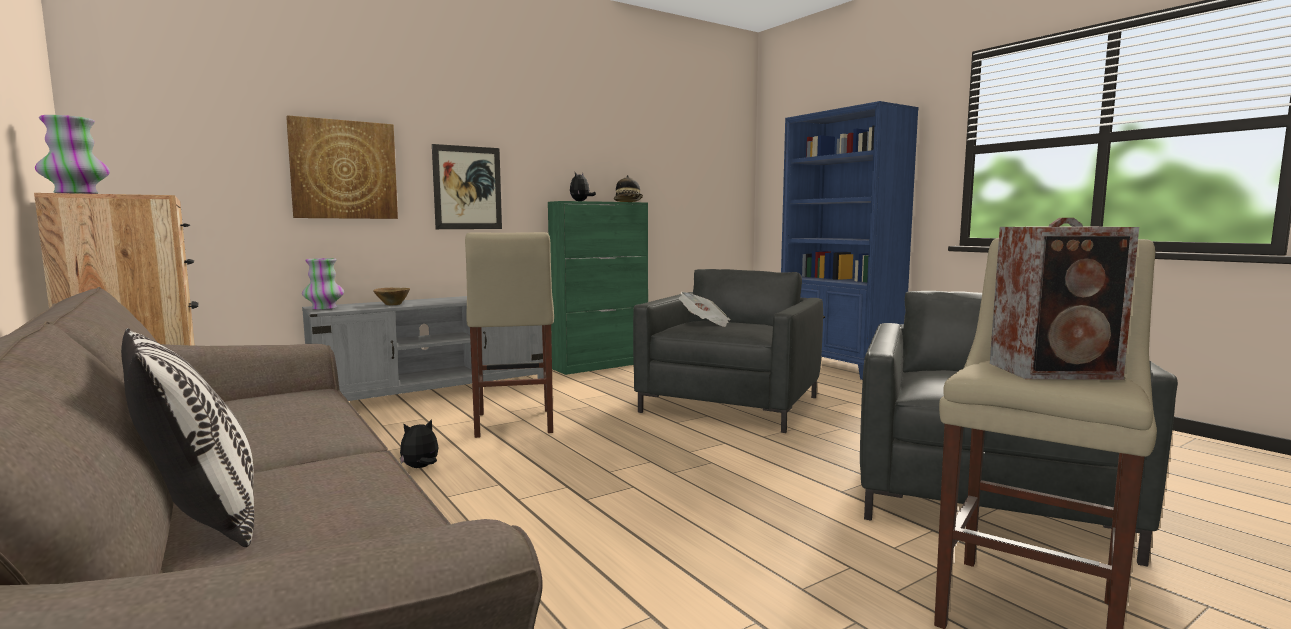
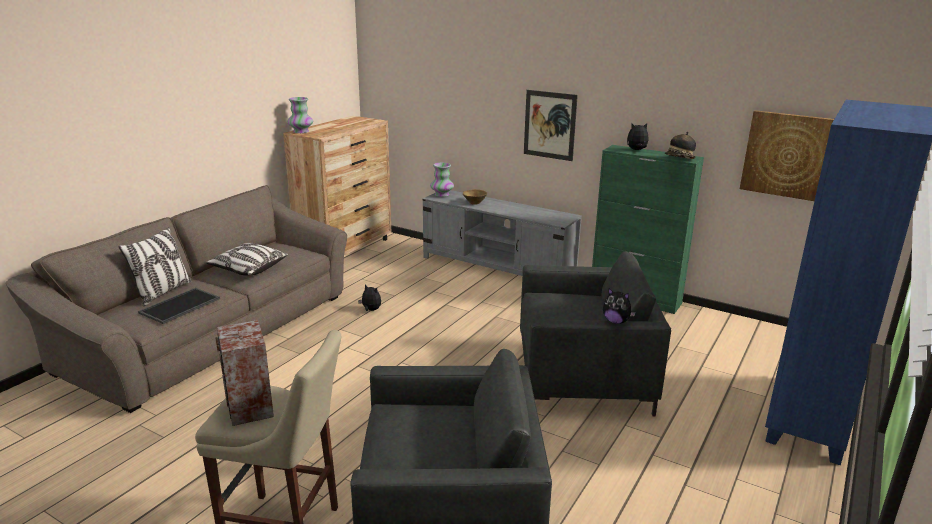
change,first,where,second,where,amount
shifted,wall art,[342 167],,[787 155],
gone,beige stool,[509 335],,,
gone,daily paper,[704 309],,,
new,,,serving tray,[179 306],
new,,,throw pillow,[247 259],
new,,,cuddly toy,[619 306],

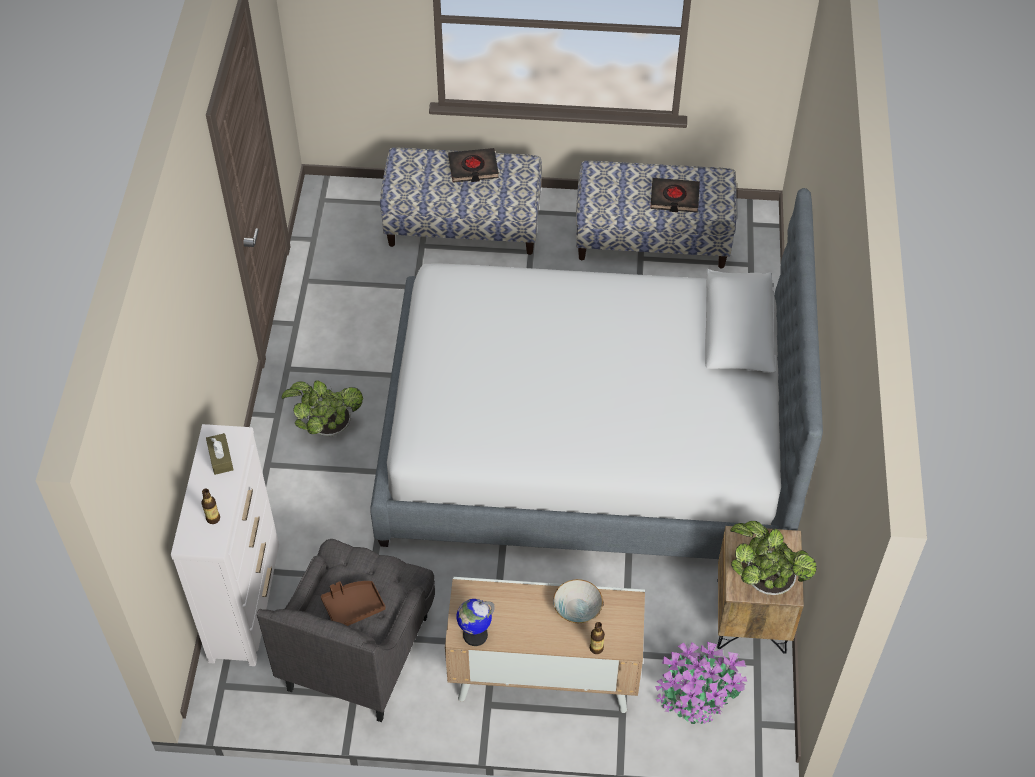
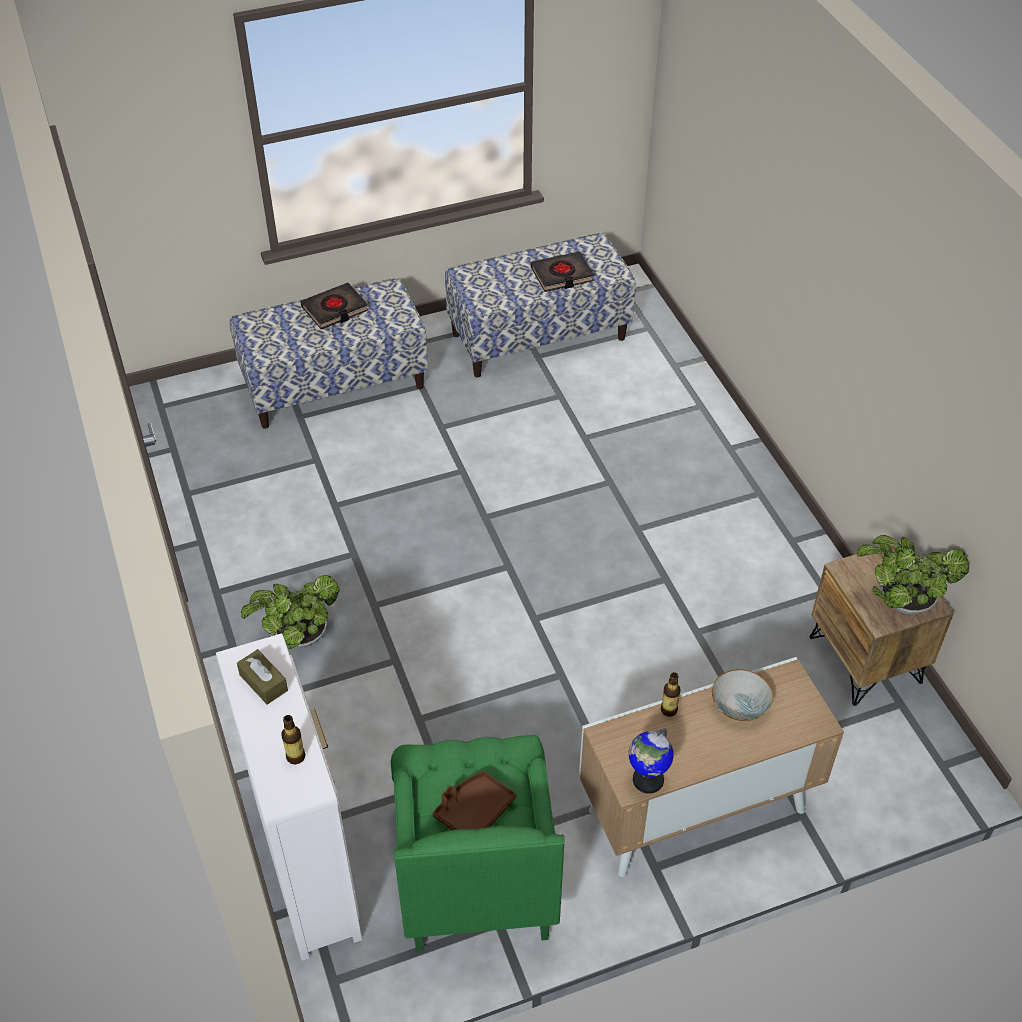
change,first,where,second,where,amount
repainted,greyish easy chair,[346 630],greenish easy chair,[478 843],
gone,bed,[596 373],,,
shifted,beverage bottle,[597 638],,[671 694],
gone,plant in a pot,[701 683],,,

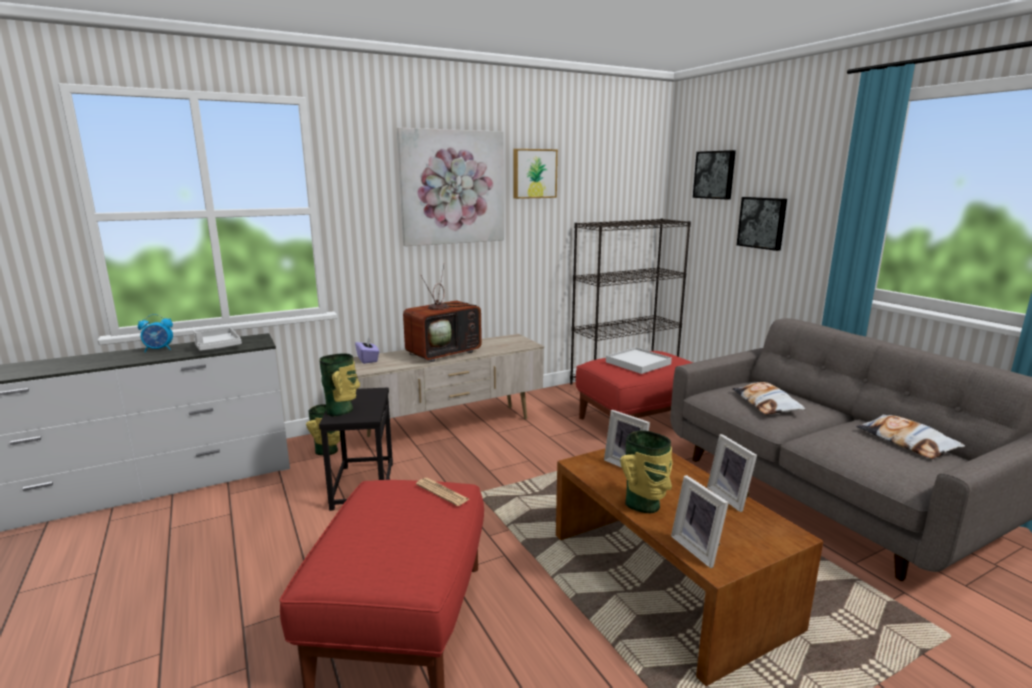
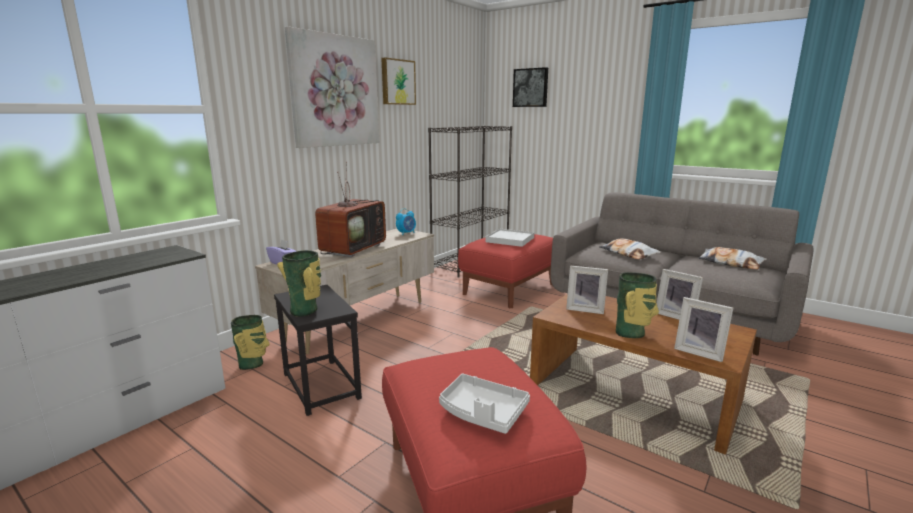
change,first,where,second,where,amount
shifted,alarm clock,[155 333],,[406 222],
shifted,greyish serving tray,[217 339],,[484 404],
gone,daily paper,[442 492],,,
gone,wall art,[762 224],,,

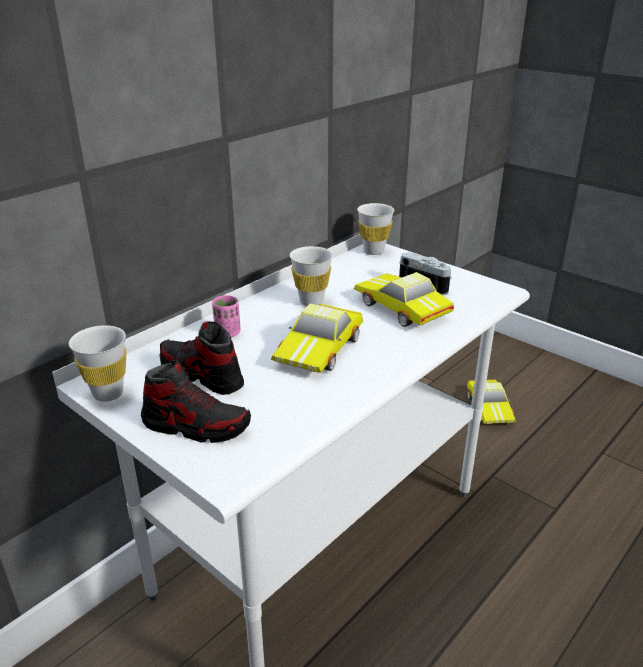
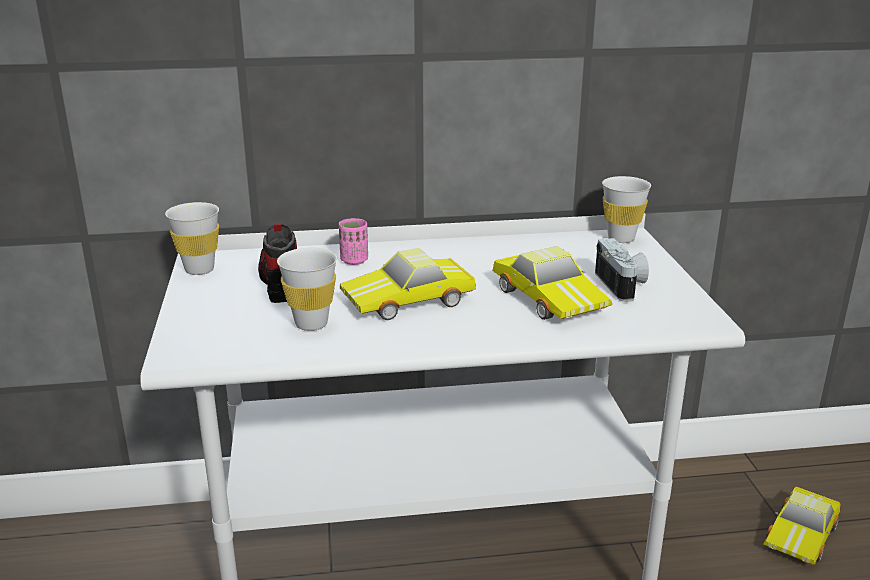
change,first,where,second,where,amount
gone,shoe,[196 401],,,
shifted,white cup,[311 276],,[307 289],
rotated,toy car,[404 299],,[552 283],150 degrees clockwise

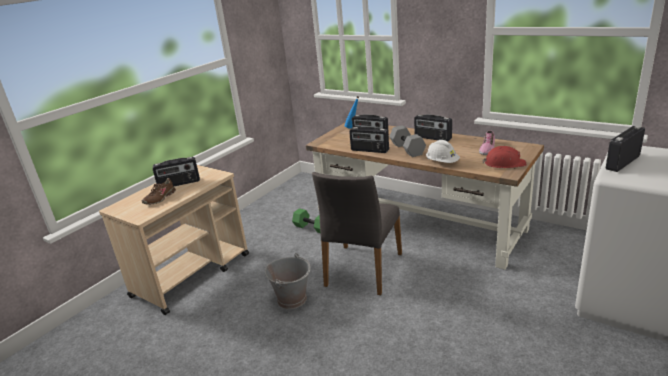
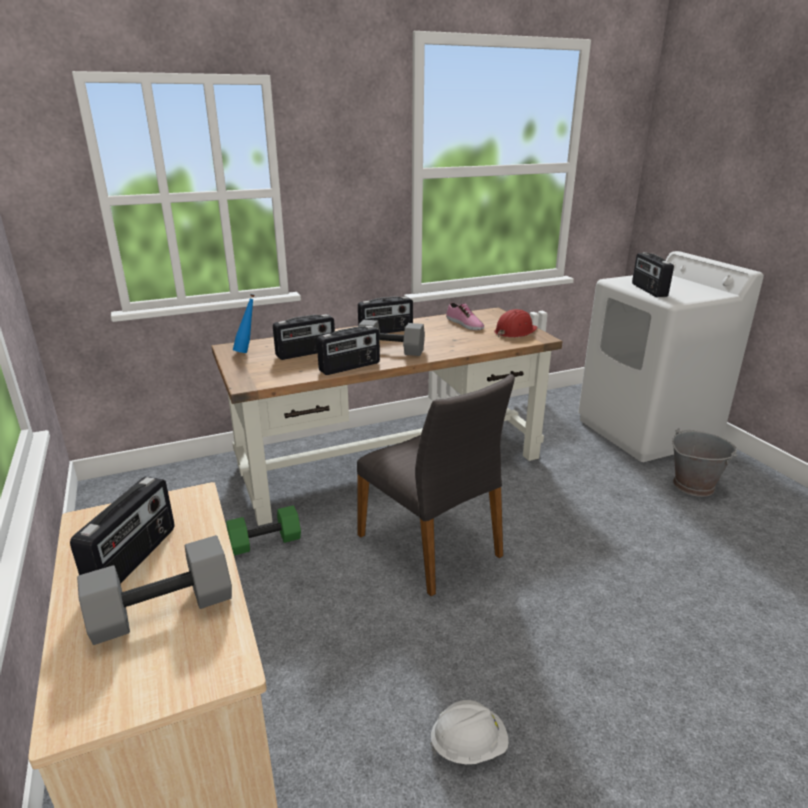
change,first,where,second,where,amount
swapped,brown shoe,[159 191],greyish hand weight,[154 590],
shifted,greyish pail,[288 281],,[704 462],
shifted,white safety helmet,[443 151],,[469 732],

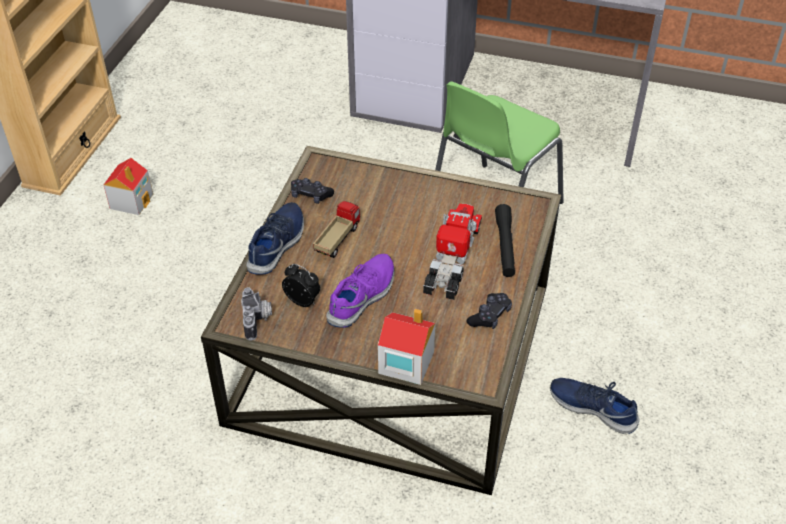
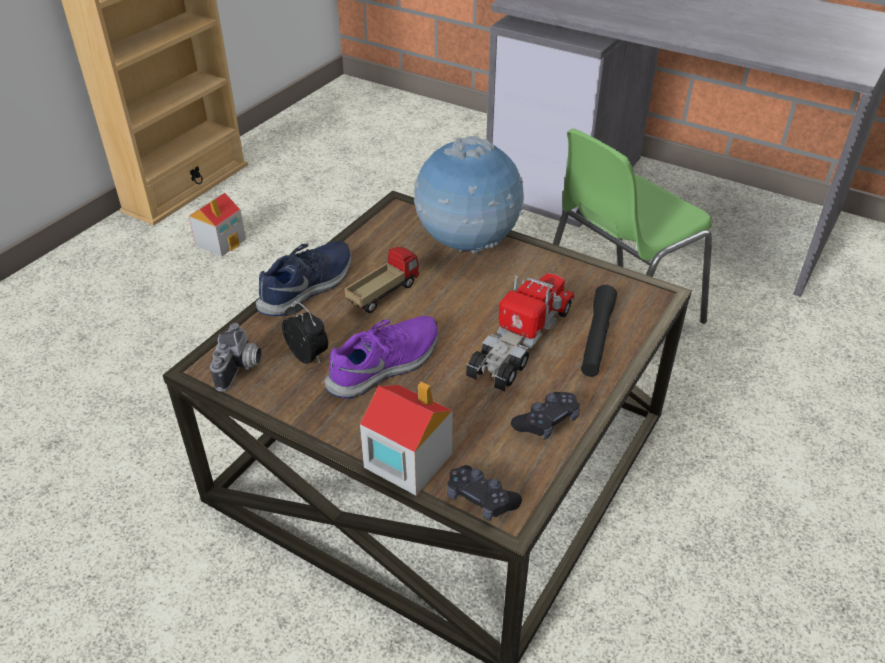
change,first,where,second,where,amount
shifted,black game controller,[312 191],,[484 493],
gone,blue shoe,[594 406],,,
new,,,globe,[469 195],

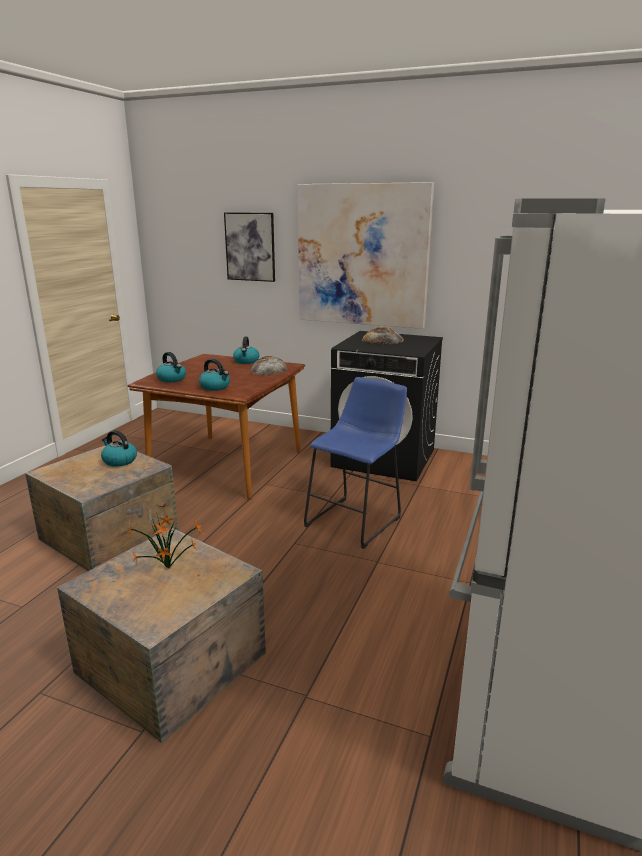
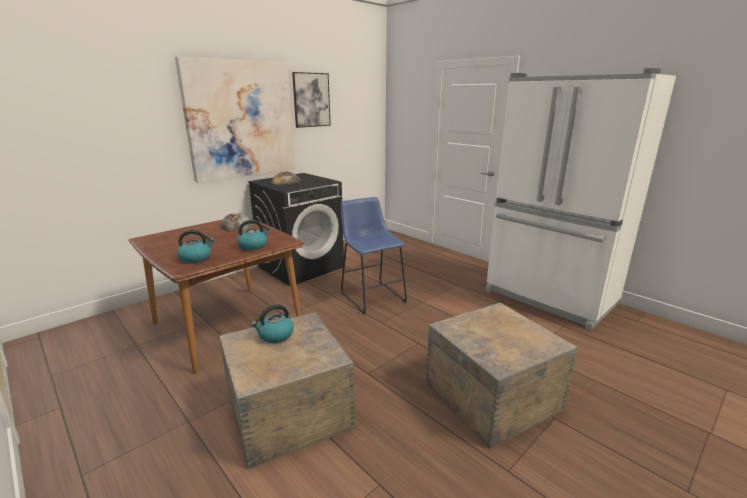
change,first,where,second,where,amount
gone,plant in a pot,[165 536],,,
shifted,wall art,[249 247],,[311 100],
gone,tea kettle,[246 350],,,

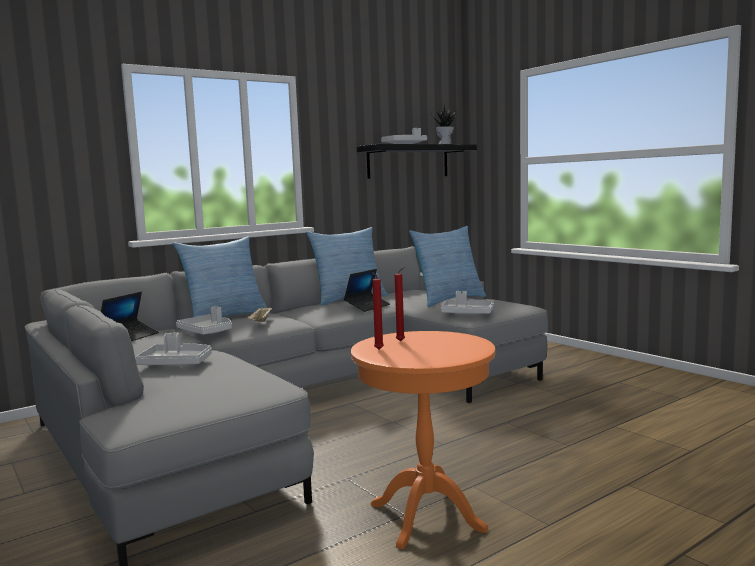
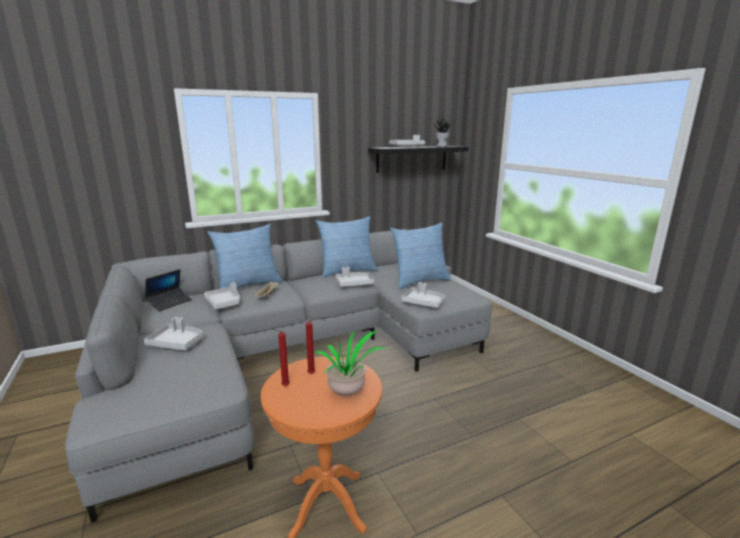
change,first,where,second,where,amount
swapped,portable computer,[367 290],greyish serving tray,[354 277],
new,,,plant in a pot,[349 362],

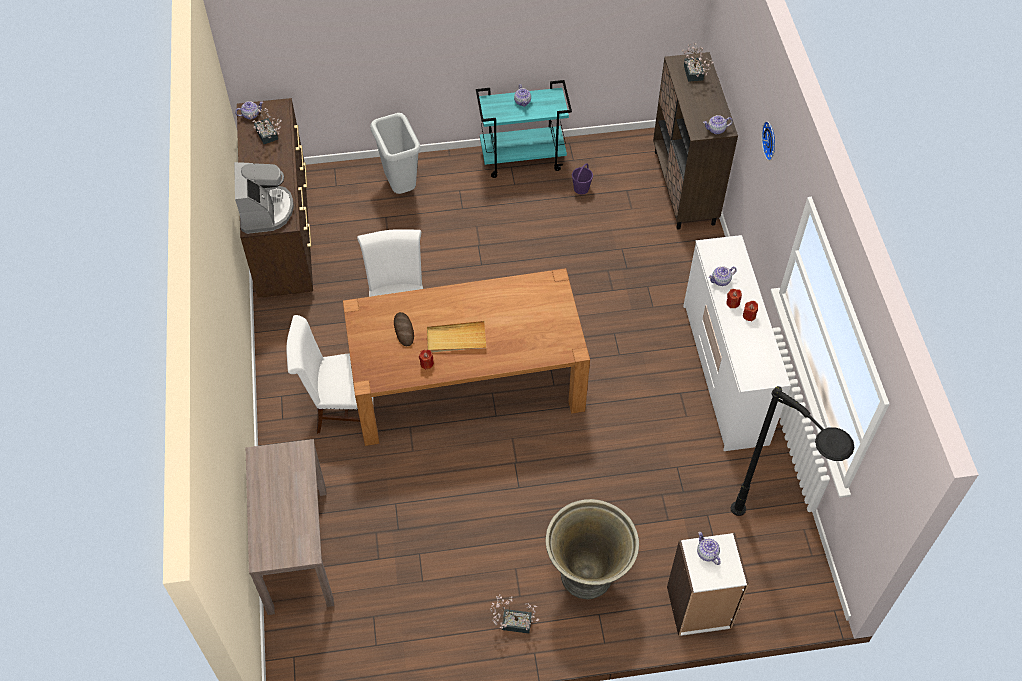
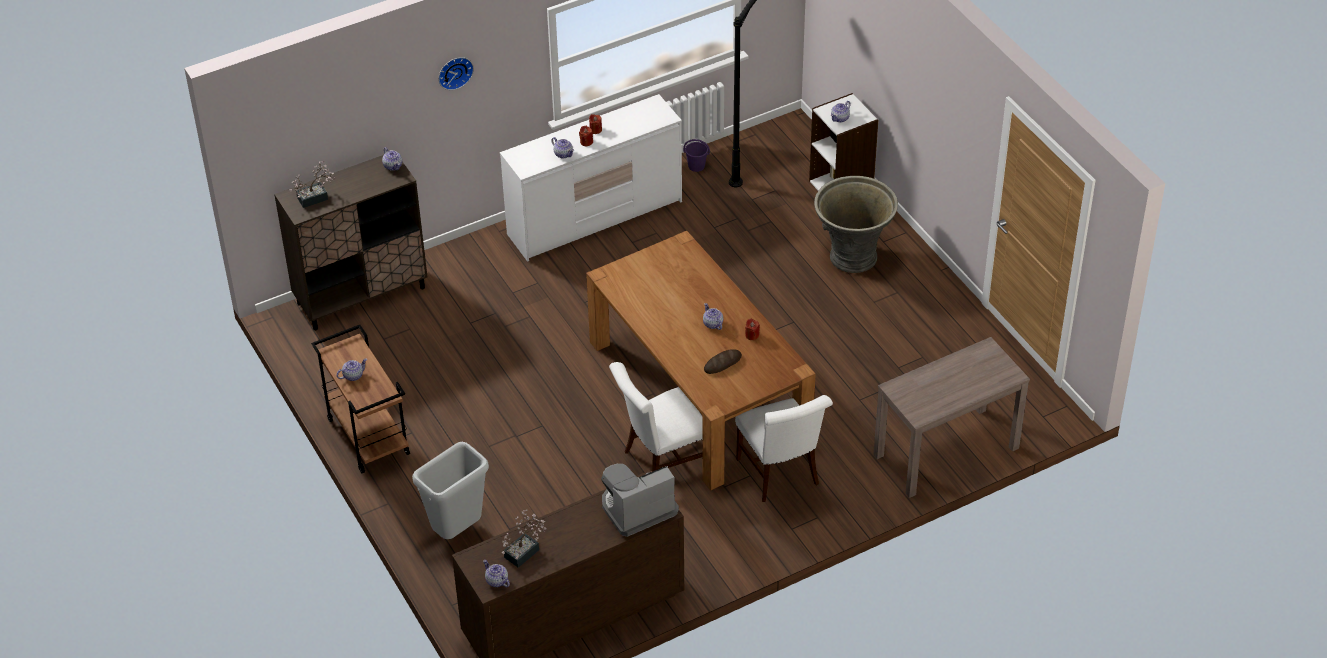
change,first,where,second,where,amount
swapped,beige serving tray,[456 336],pot for tea,[713 316],
repainted,turquoise-coloured cart,[524 129],brown cart,[360 399],
gone,plant in a pot,[515 614],,,
shifted,purplish pail,[582 179],,[696 155],

